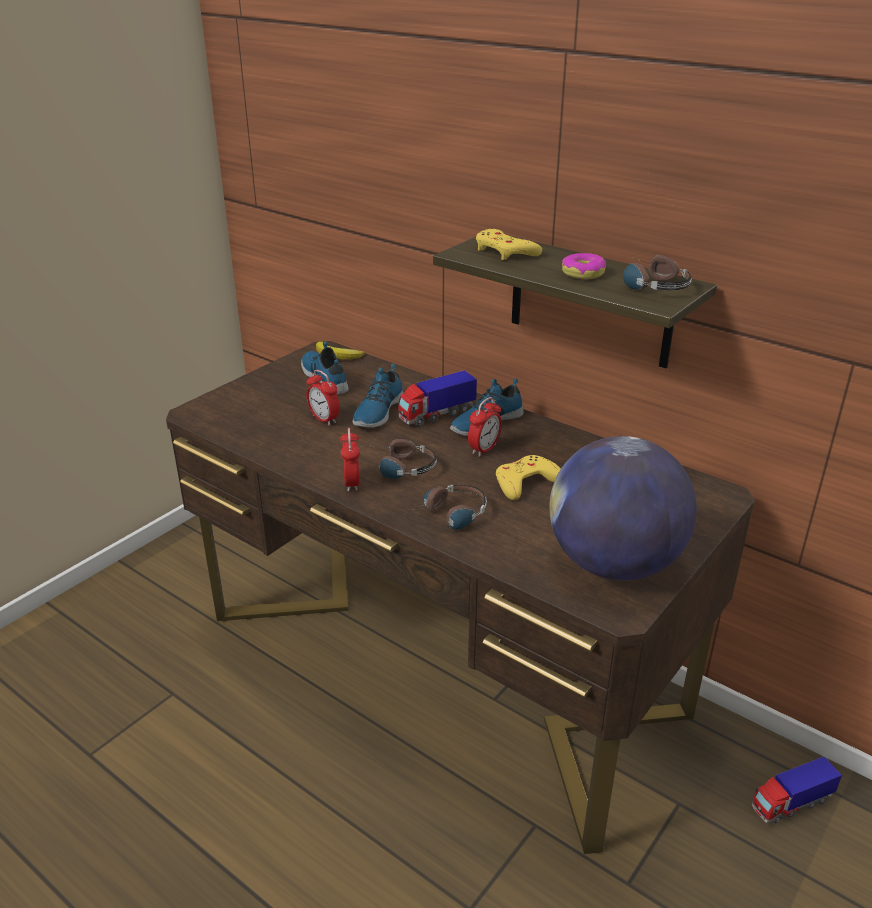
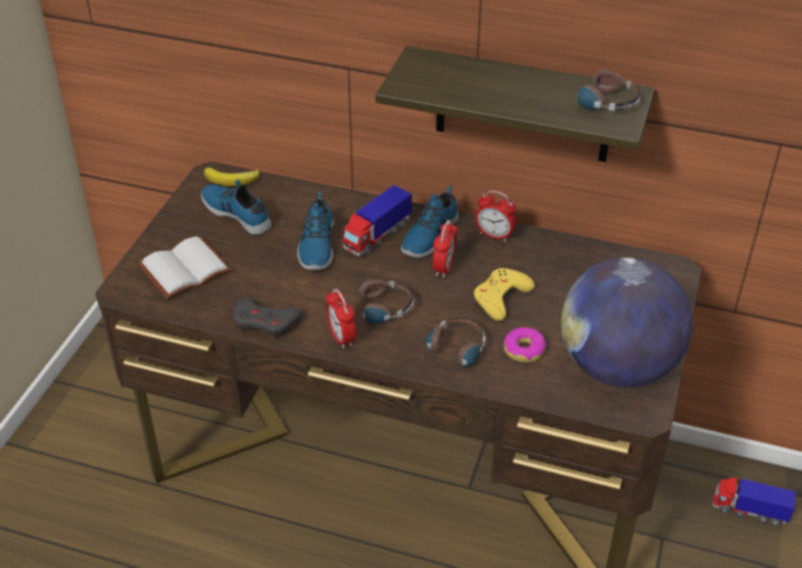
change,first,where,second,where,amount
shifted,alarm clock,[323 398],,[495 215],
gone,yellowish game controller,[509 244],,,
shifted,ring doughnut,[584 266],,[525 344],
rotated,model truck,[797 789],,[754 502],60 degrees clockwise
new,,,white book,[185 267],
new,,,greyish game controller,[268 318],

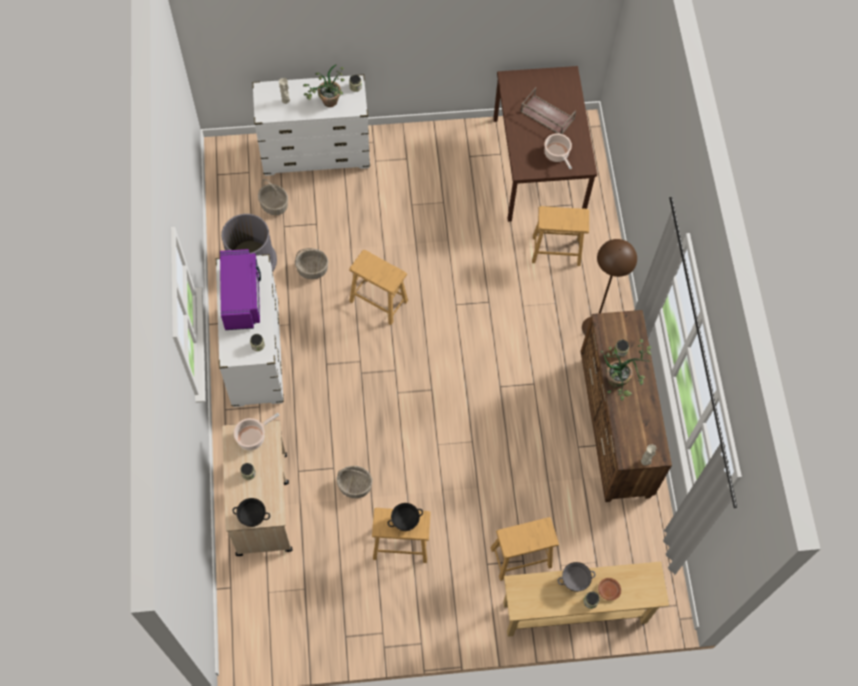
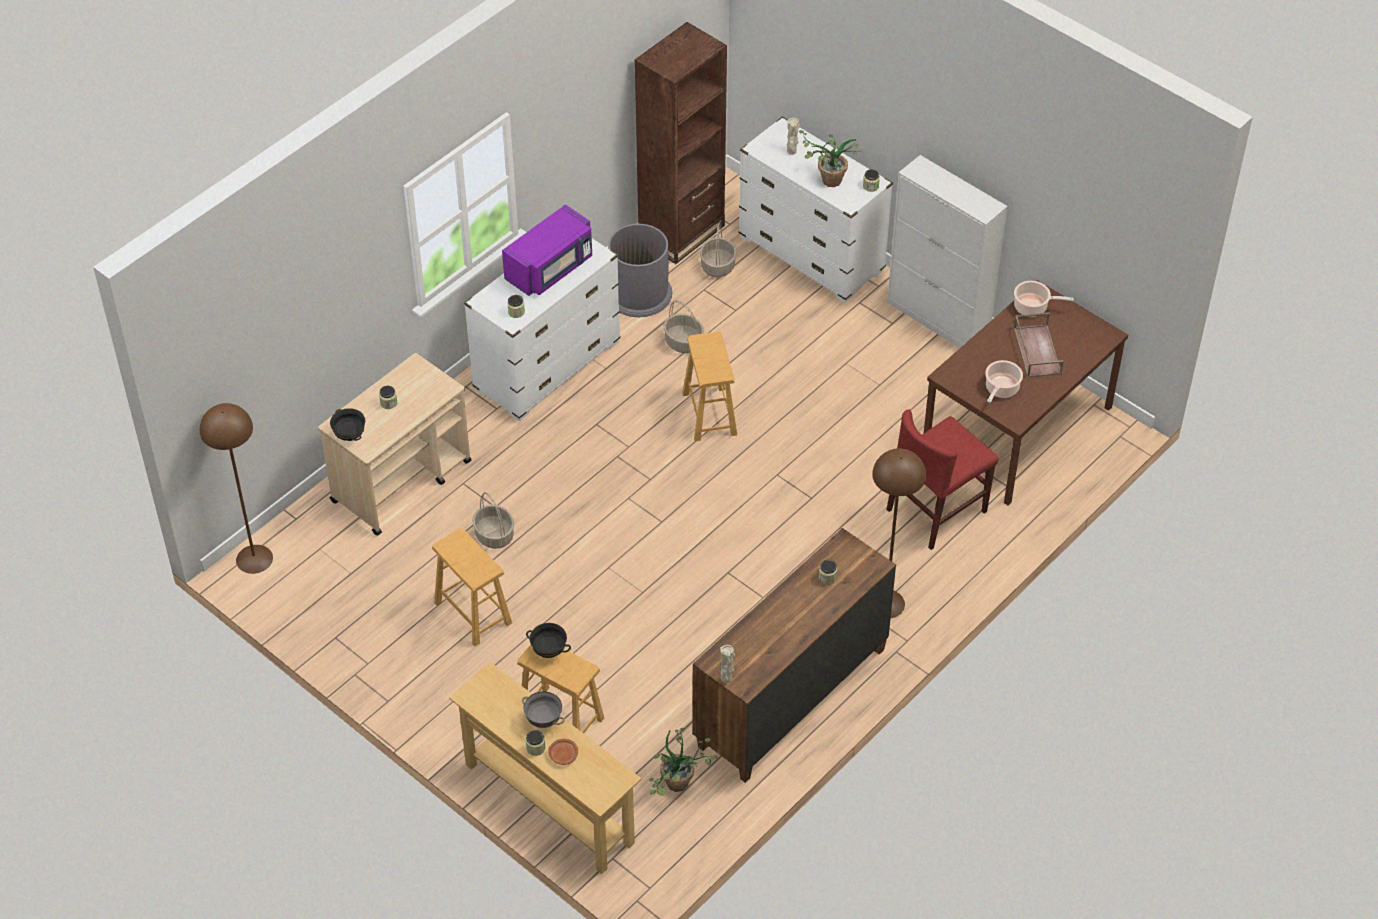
change,first,where,second,where,amount
shifted,saucepot,[256 431],,[1044 299],
shifted,black deep dish,[405 517],,[548 640],
swapped,brown stool,[560 236],red-coloured plain chair,[942 479],
shifted,plant in a pot,[626 369],,[683 762],
new,,,brown floor lamp,[236 488],
new,,,brown bookcase,[681 143],
new,,,white storage cabinet,[947 251],

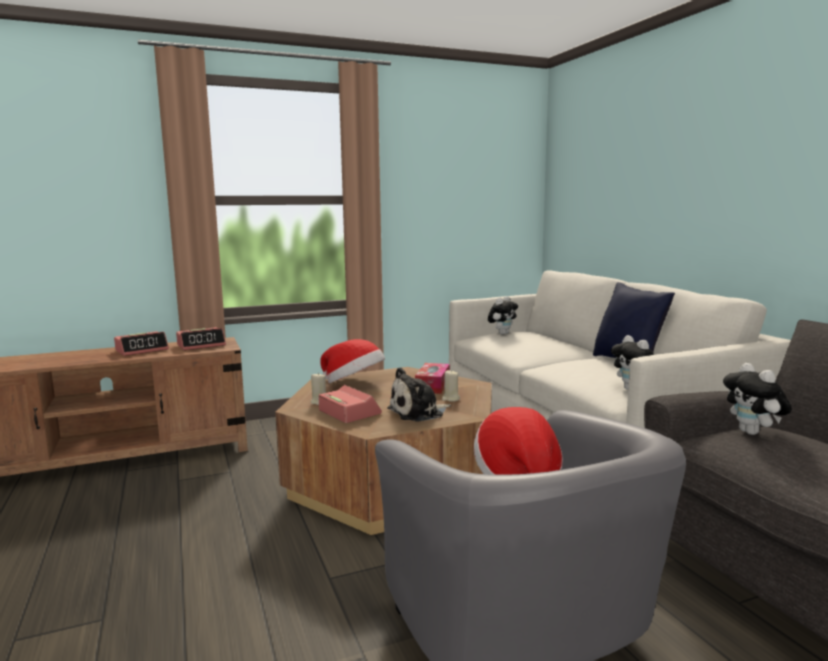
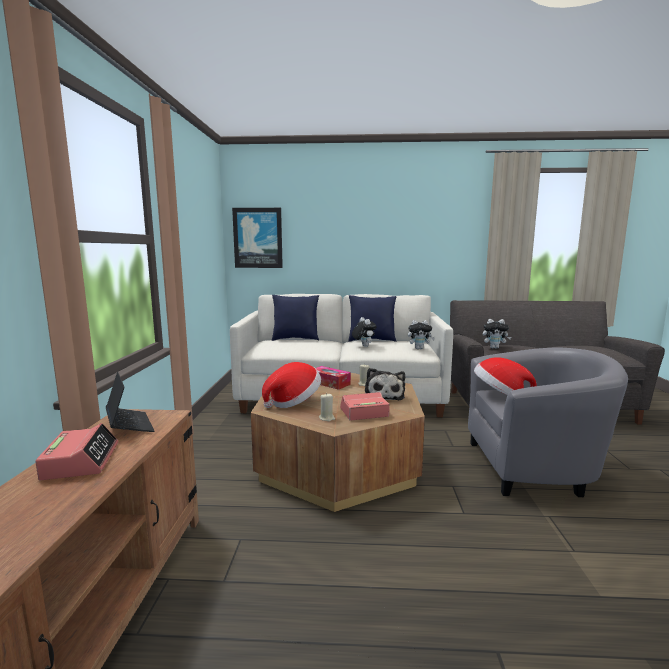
change,first,where,second,where,amount
swapped,alarm clock,[201 338],portable computer,[130 402],
shifted,cuddly toy,[503 315],,[364 332],
new,,,wall art,[257 238],
new,,,blue throw pillow,[295 318],

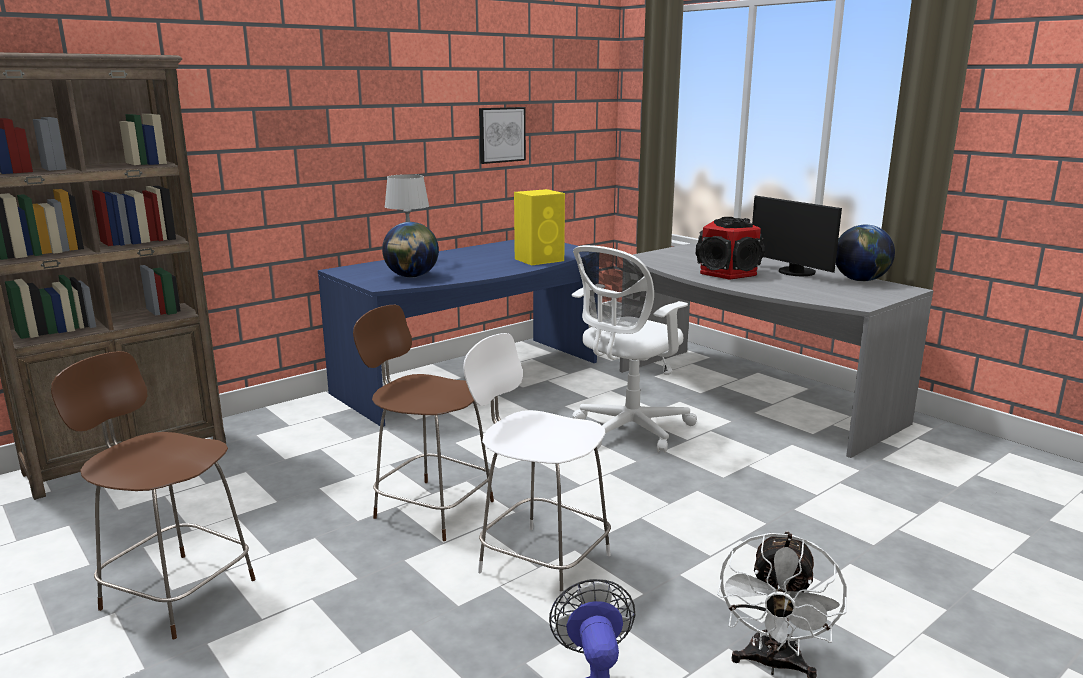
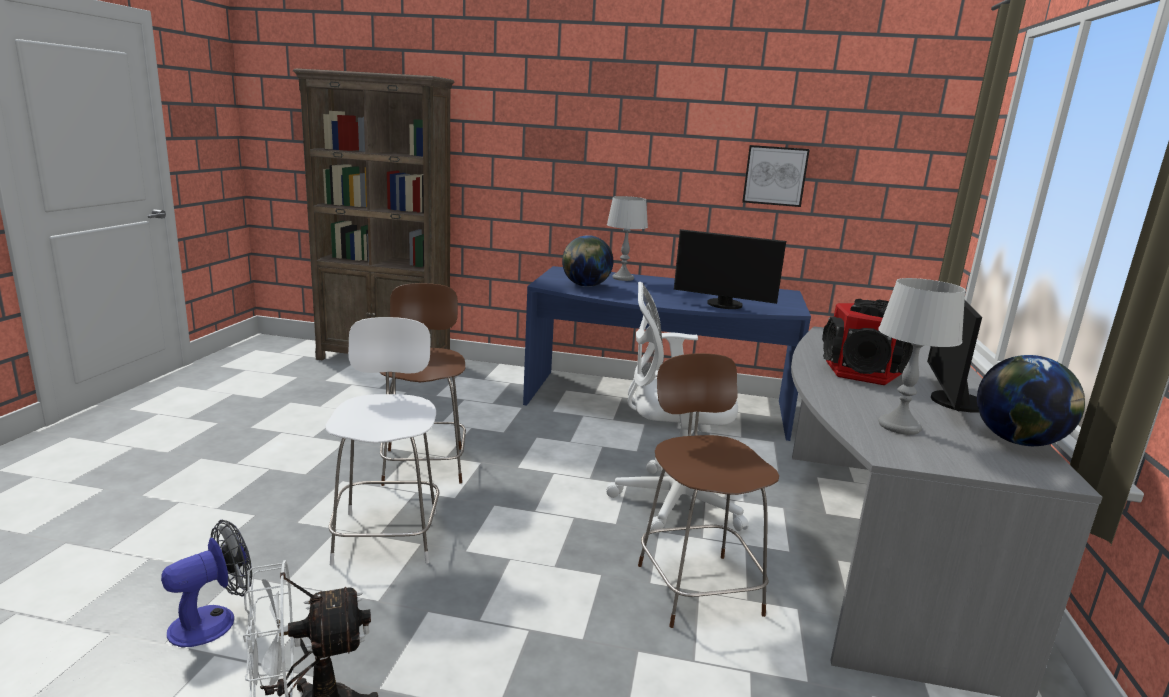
change,first,where,second,where,amount
shifted,brown plain chair,[153 495],,[708 490],
swapped,yellowish loudspeaker,[539 227],monitor,[730 269],
new,,,greyish lamp for a table,[922 356],

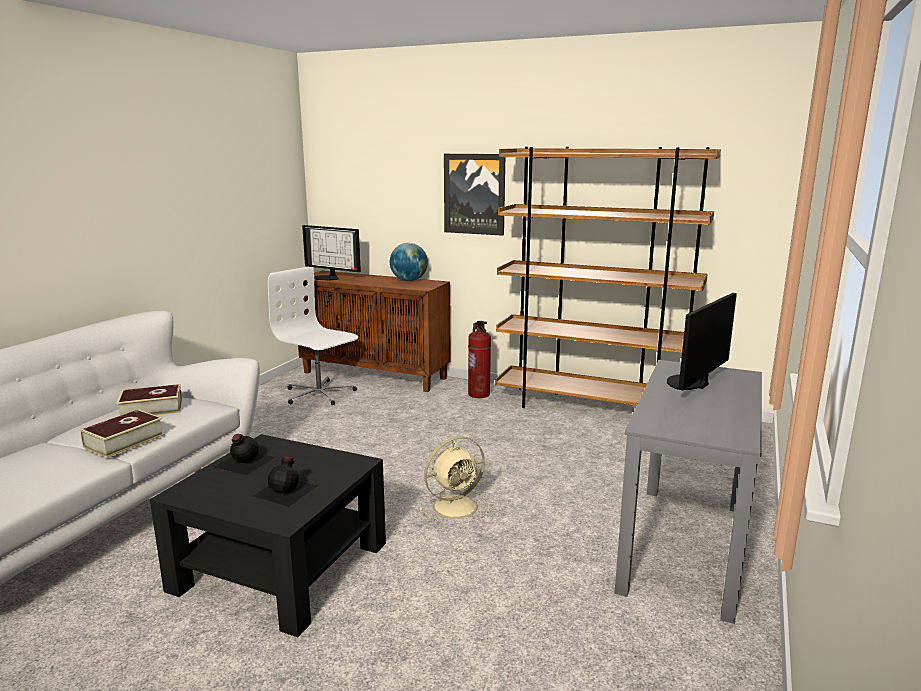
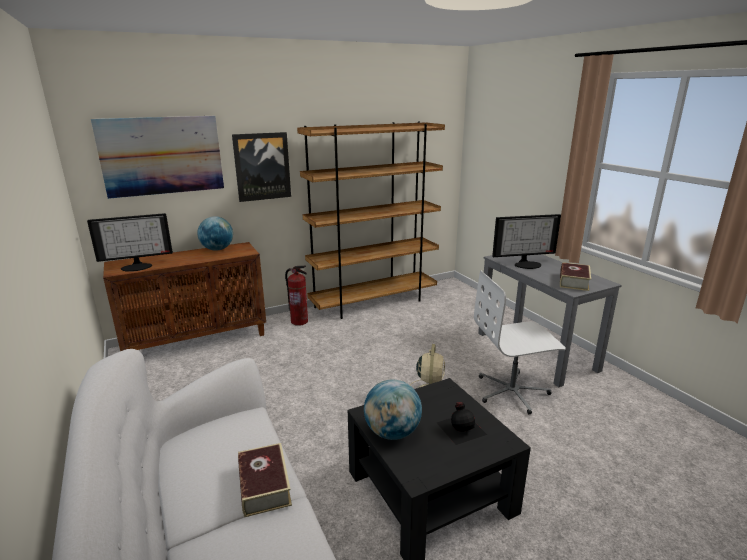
change,first,where,second,where,amount
shifted,book,[149 400],,[575 276],
swapped,black beverage bottle,[244 454],globe,[393 410],
shifted,white computer chair,[313 336],,[520 342],
rotated,monitor,[702 341],,[526 241],90 degrees counterclockwise
new,,,wall art,[157 157],

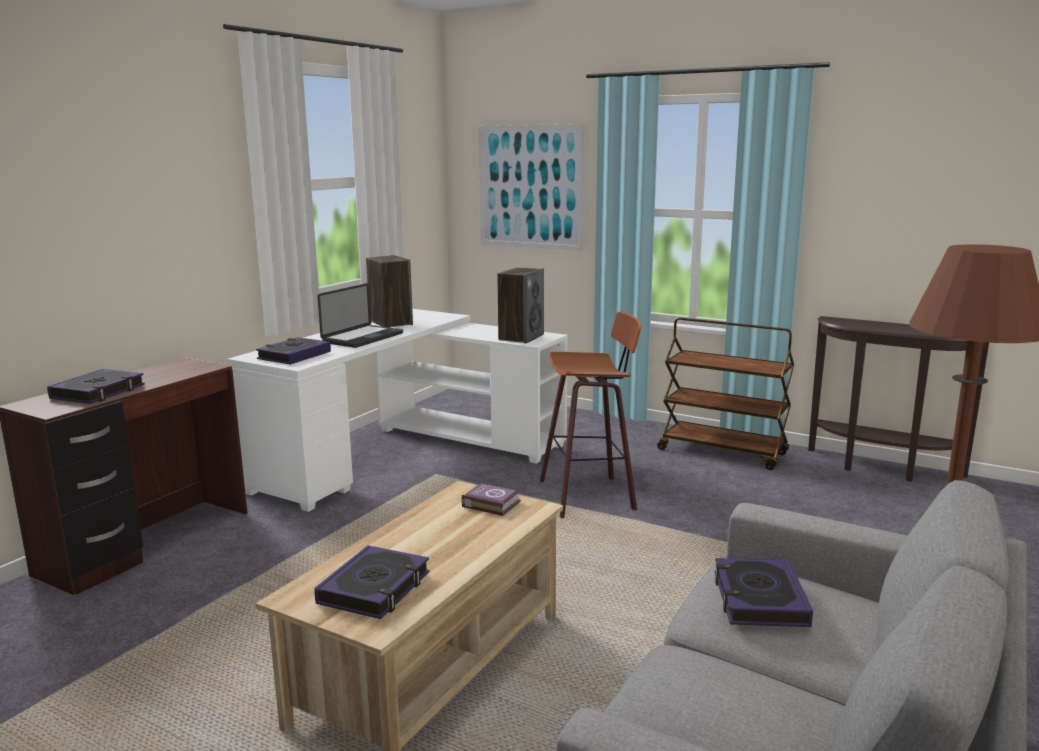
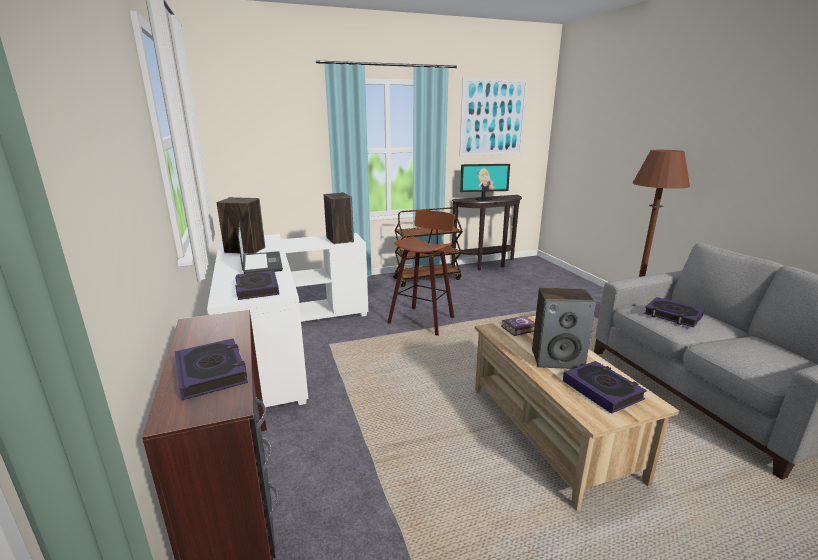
change,first,where,second,where,amount
shifted,wall art,[531 187],,[493 117],
new,,,monitor,[485 182],
new,,,loudspeaker,[564 328],

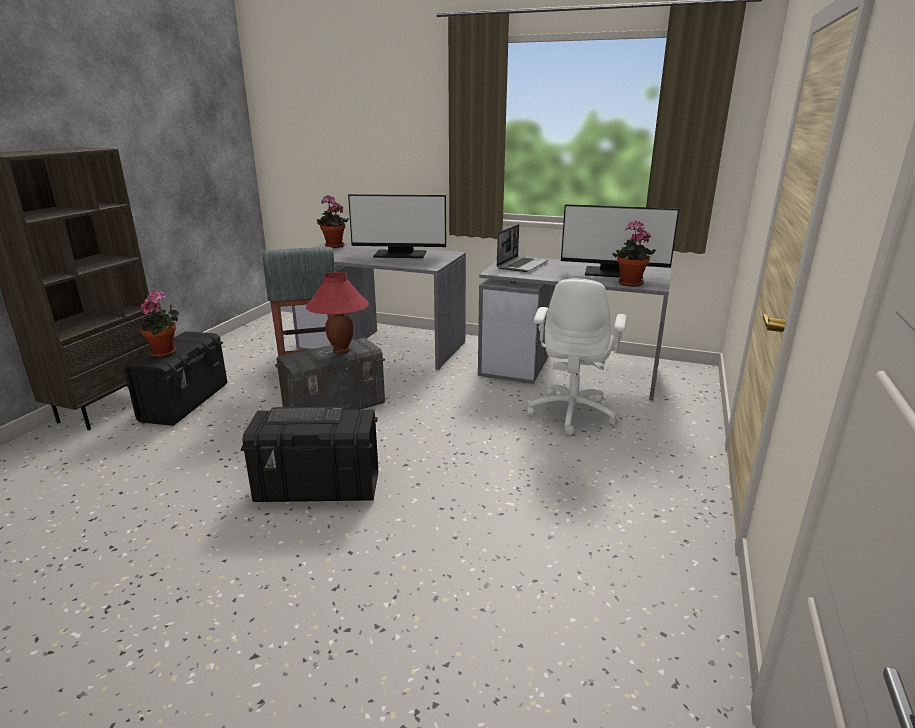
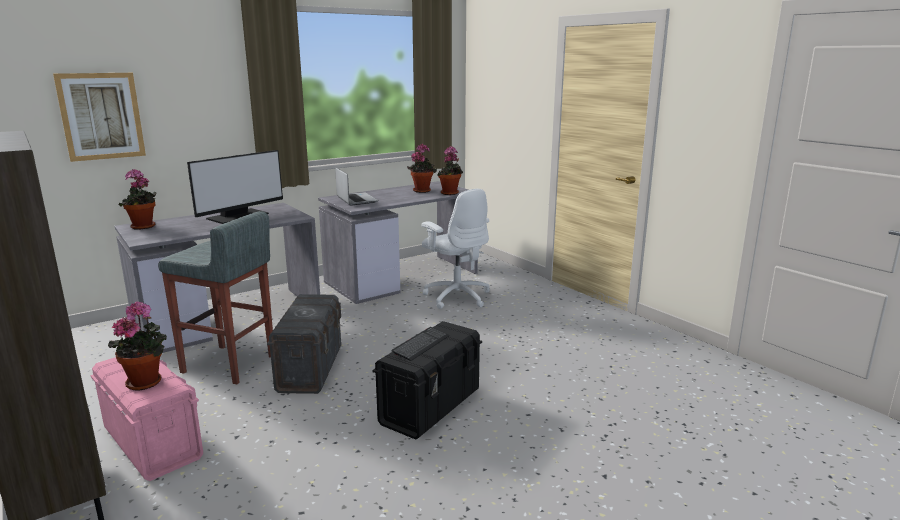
change,first,where,second,where,amount
repainted,black storage container,[174 378],pink storage container,[147 419],
gone,red-coloured lamp for a table,[337 313],,,
swapped,monitor,[620 241],plant in a pot,[422 168],
new,,,wall art,[99 117],

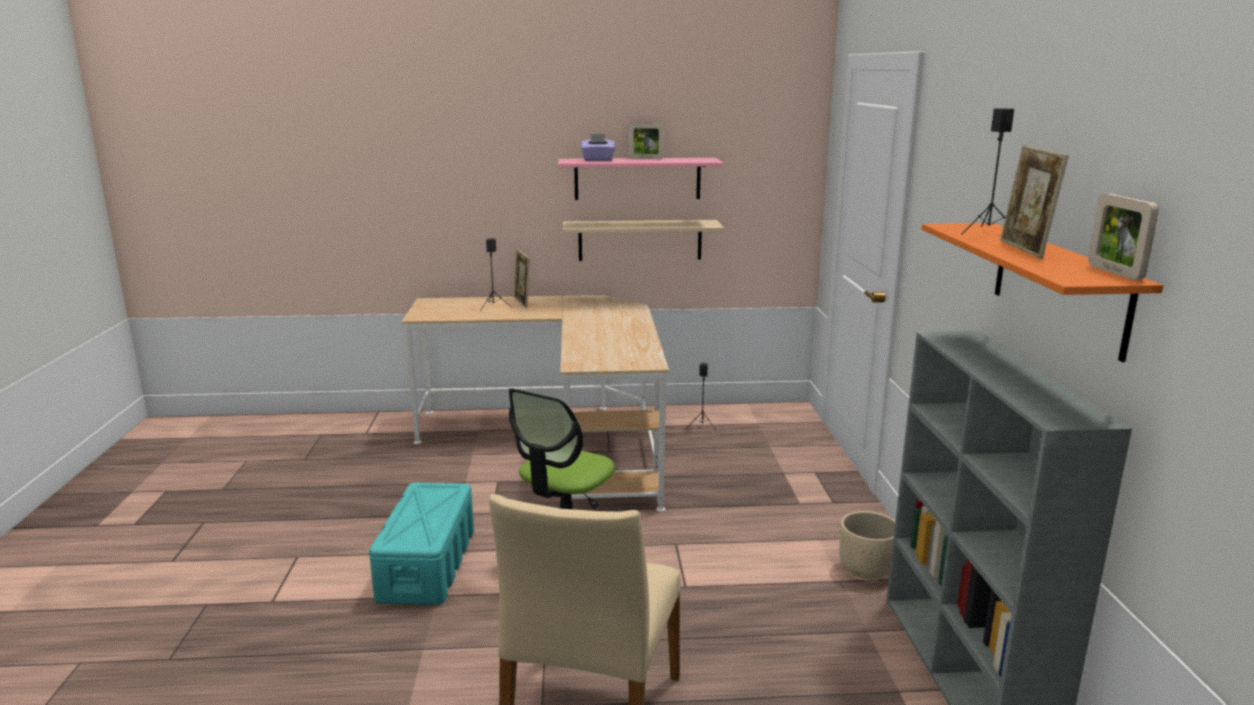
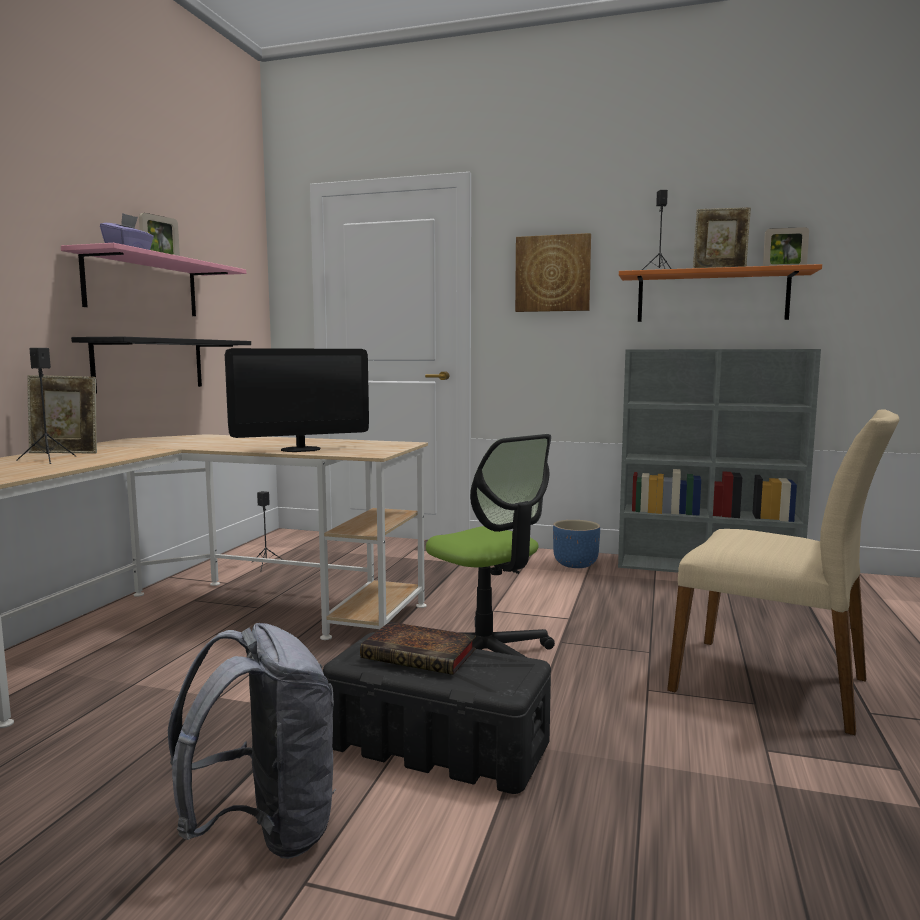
change,first,where,second,where,amount
repainted,turquoise-coloured storage container,[421 544],black storage container,[437 713],
repainted,beige bracket shelf,[643 240],black bracket shelf,[161 365],
repainted,beige flower pot,[867 545],blue flower pot,[576 544],
new,,,greyish knapsack,[252 741],
new,,,monitor,[297 400],
new,,,book,[418 648],
new,,,wall art,[553 272],

